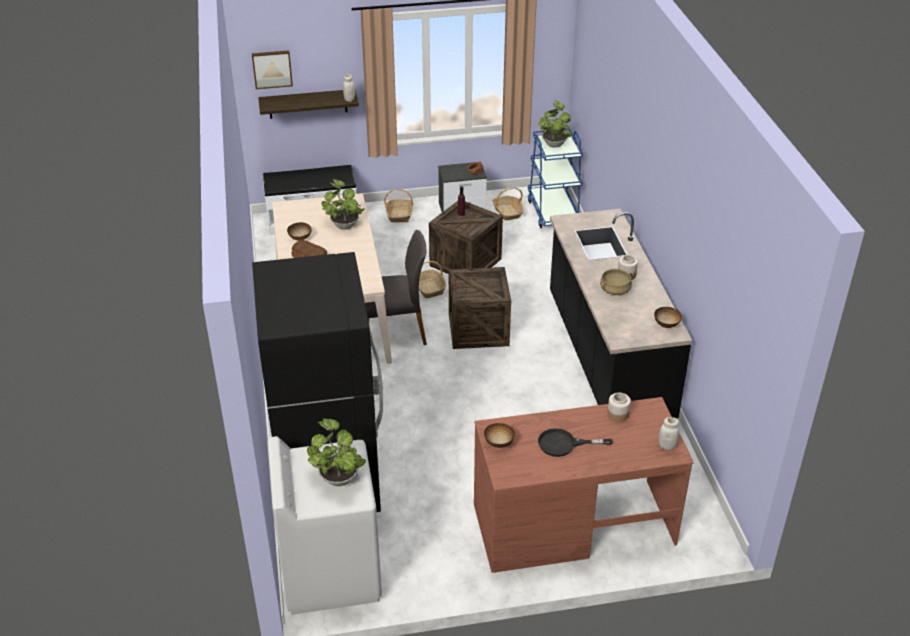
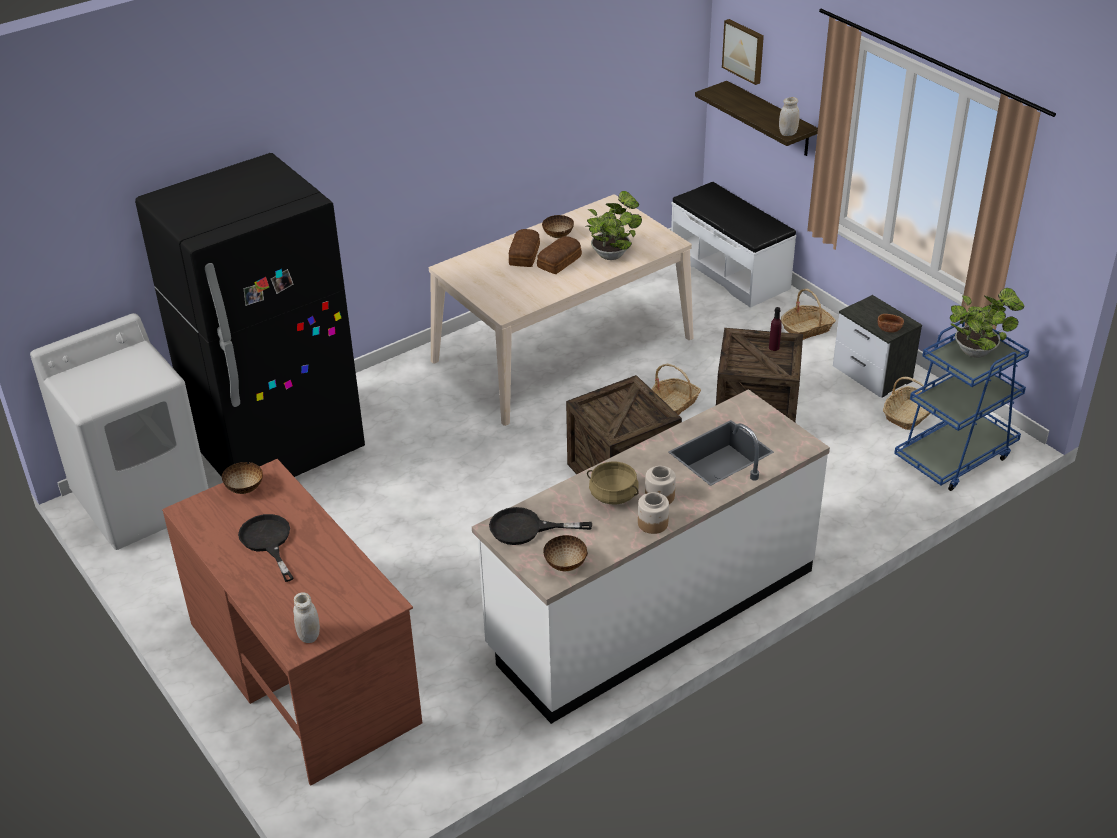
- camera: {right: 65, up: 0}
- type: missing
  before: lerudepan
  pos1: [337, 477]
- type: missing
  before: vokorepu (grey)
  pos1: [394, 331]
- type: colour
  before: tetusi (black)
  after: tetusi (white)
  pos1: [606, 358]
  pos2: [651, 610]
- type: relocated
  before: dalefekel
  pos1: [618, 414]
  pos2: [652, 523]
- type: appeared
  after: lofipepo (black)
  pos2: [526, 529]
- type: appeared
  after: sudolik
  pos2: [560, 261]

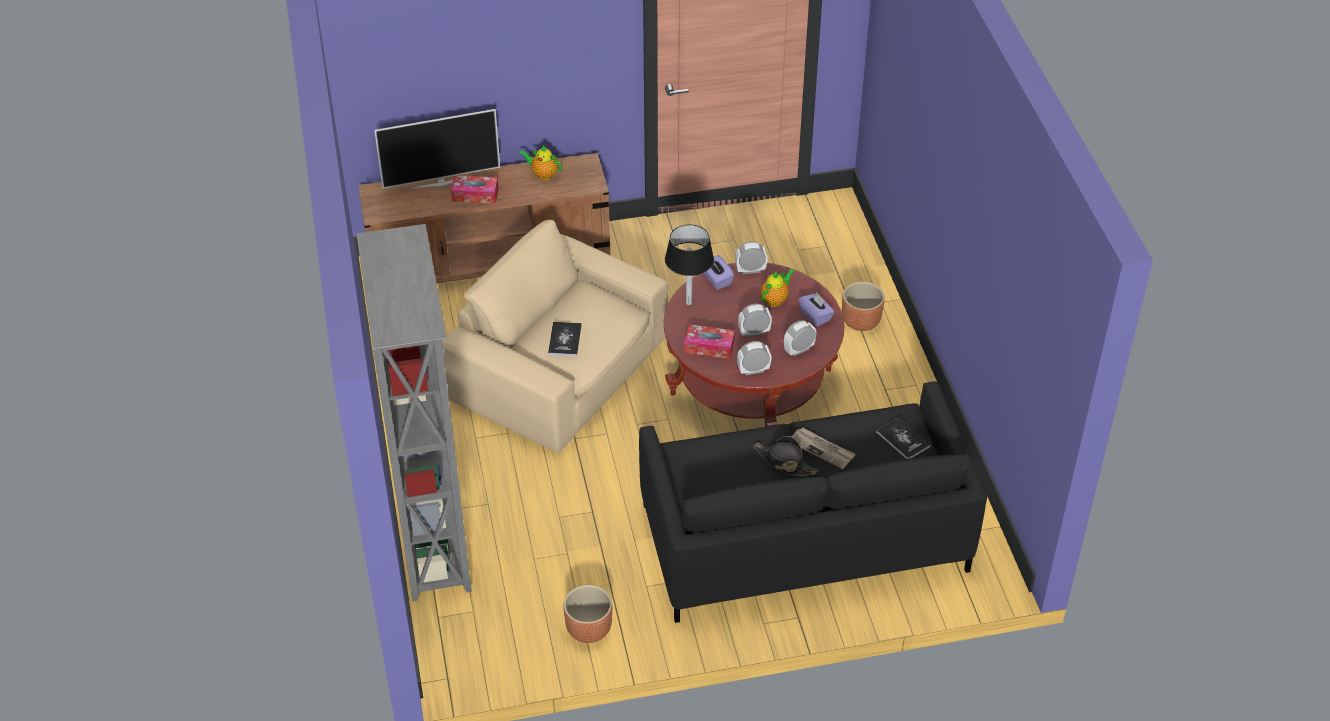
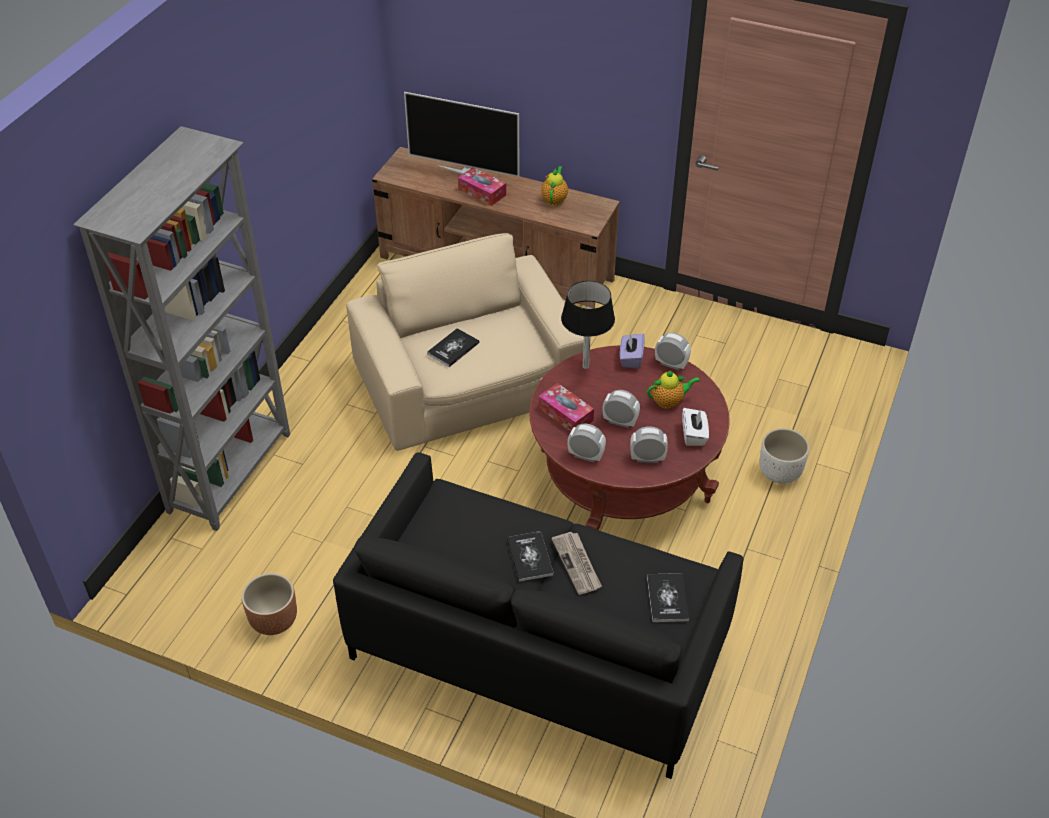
- camera: {right: 35, up: 0}
- type: spun
  before: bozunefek
  pos1: [543, 174]
  pos2: [555, 199]
  turn: 45
- type: exchanged
  before: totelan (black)
  after: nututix
  pos1: [784, 462]
  pos2: [529, 557]
- type: colour
  before: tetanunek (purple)
  after: tetanunek (white)
  pos1: [816, 316]
  pos2: [694, 435]
- type: colour
  before: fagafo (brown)
  after: fagafo (white)
  pos1: [860, 321]
  pos2: [780, 472]

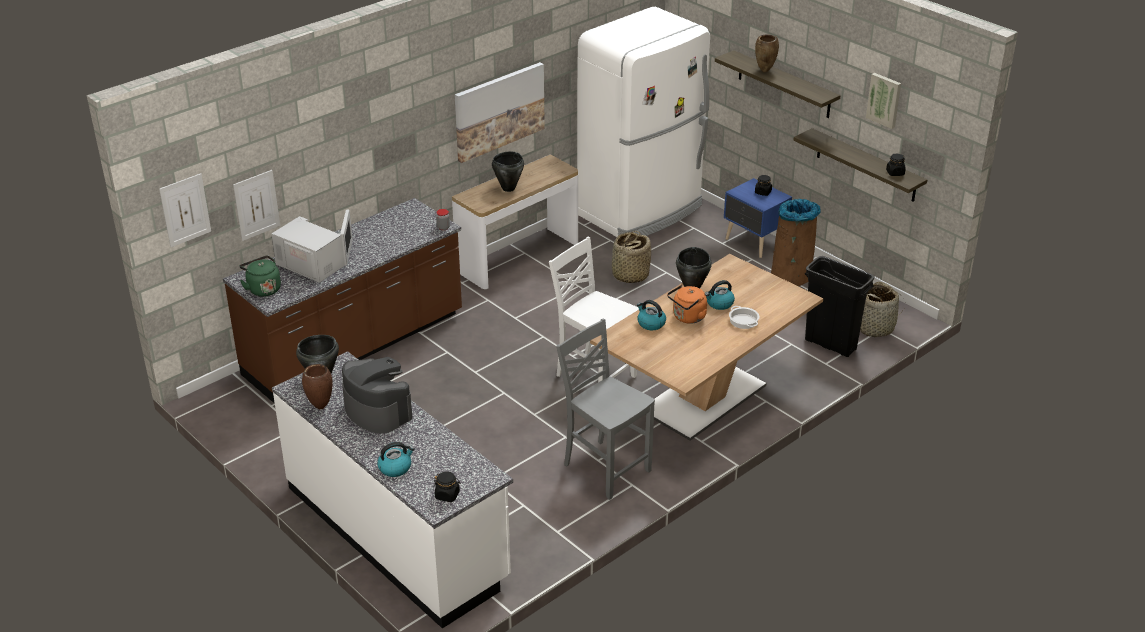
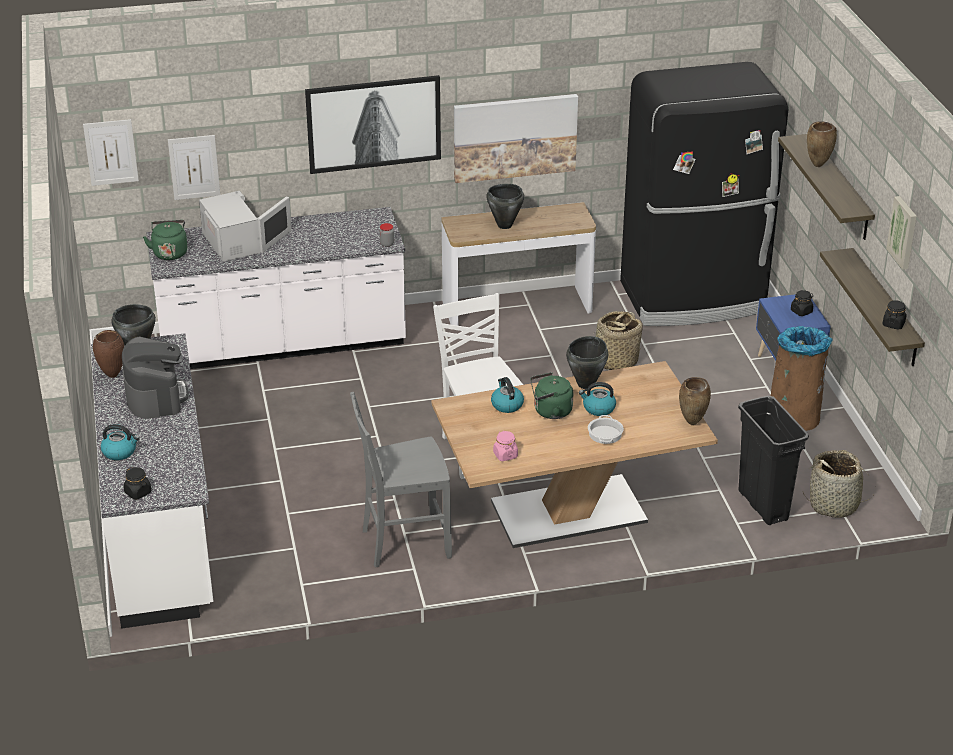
- camera: {right: 30, up: 0}
- type: colour
  before: tetusi (brown)
  after: tetusi (white)
  pos1: [355, 346]
  pos2: [282, 344]
- type: spun
  before: vokorepu (grey)
  pos1: [605, 467]
  pos2: [404, 542]
  turn: -90
- type: colour
  before: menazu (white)
  after: menazu (black)
  pos1: [642, 211]
  pos2: [694, 298]
- type: colour
  before: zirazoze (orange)
  after: zirazoze (green)
  pos1: [687, 318]
  pos2: [550, 411]
- type: appeared
  after: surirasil
  pos2: [373, 123]
- type: appeared
  after: dalefekel (pink)
  pos2: [505, 455]
- type: appeared
  after: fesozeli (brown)
  pos2: [692, 423]

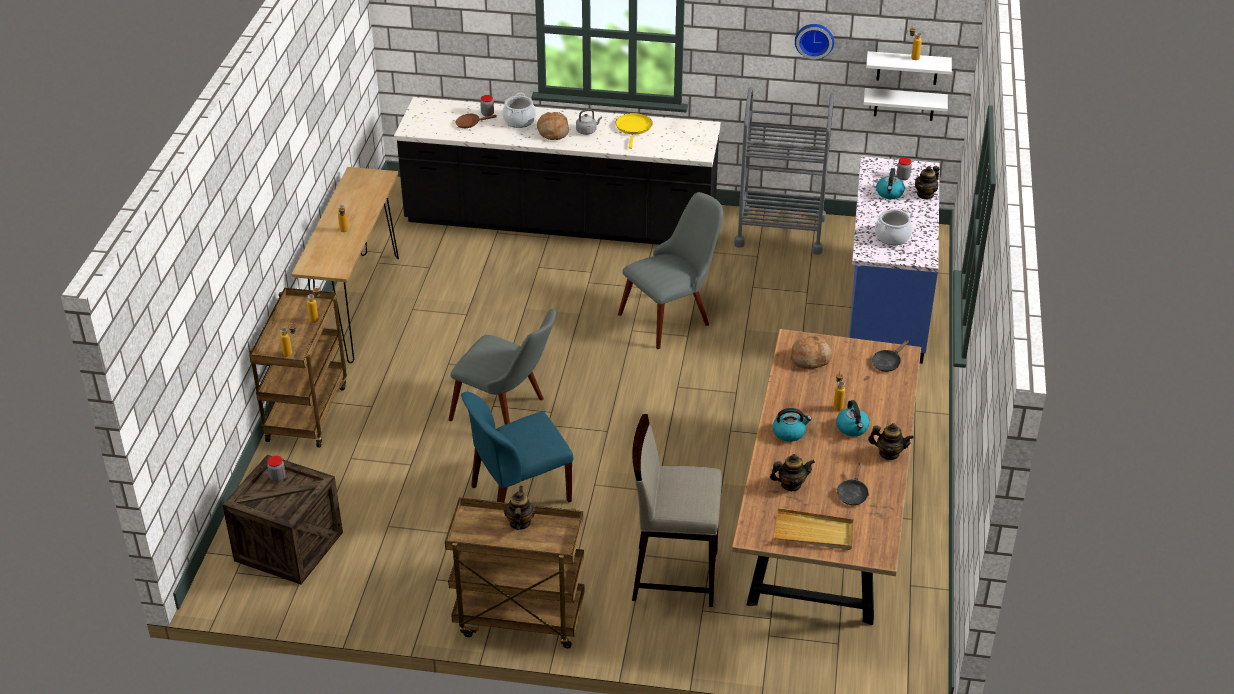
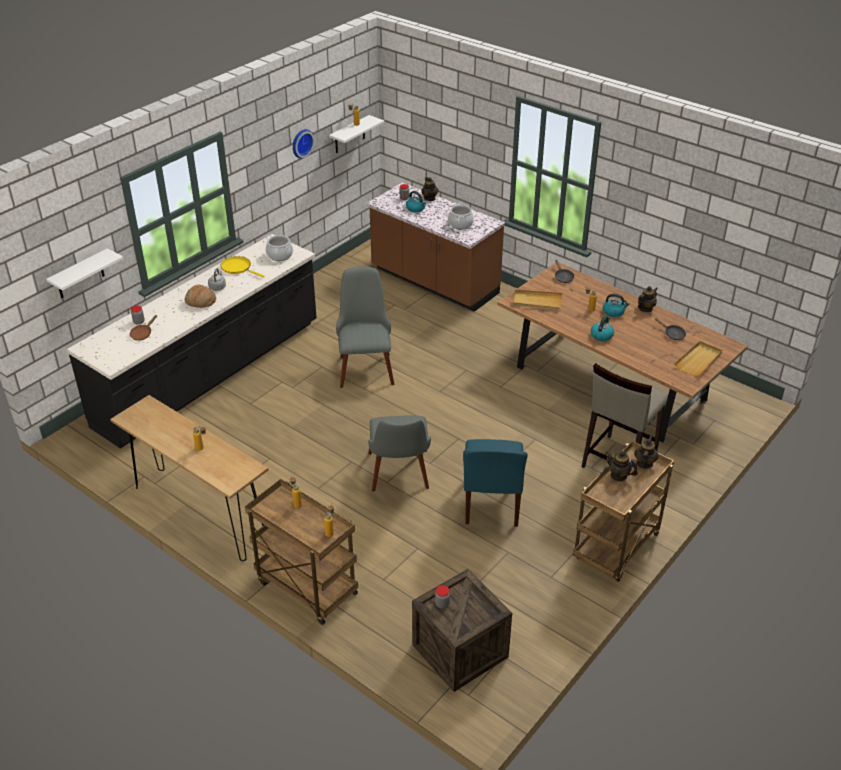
- camera: {right: -60, up: 0}
- type: spun
  before: vokorepu (grey)
  pos1: [508, 412]
  pos2: [399, 477]
  turn: 120
- type: relocated
  before: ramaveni
  pos1: [519, 121]
  pos2: [280, 255]
- type: missing
  before: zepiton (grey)
  pos1: [780, 232]
- type: relocated
  before: bozunefek
  pos1: [791, 484]
  pos2: [644, 463]
- type: exchanged
  before: sudolik
  after: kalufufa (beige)
  pos1: [810, 358]
  pos2: [537, 301]
- type: colour
  before: tetusi (blue)
  after: tetusi (brown)
  pos1: [885, 304]
  pos2: [433, 282]
- type: relocated
  before: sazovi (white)
  pos1: [904, 104]
  pos2: [80, 275]

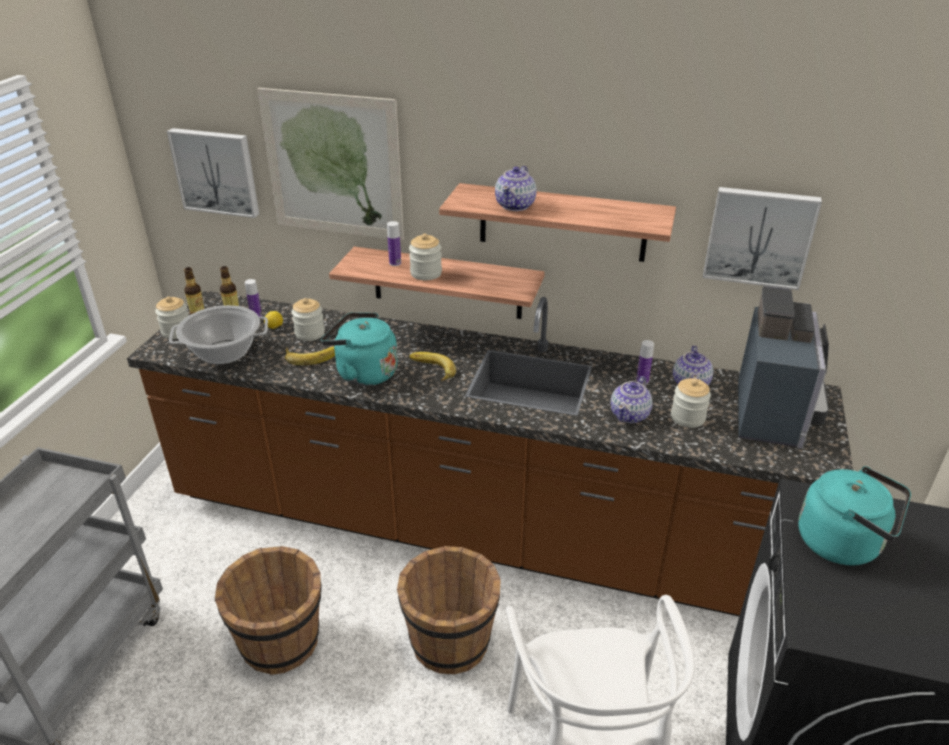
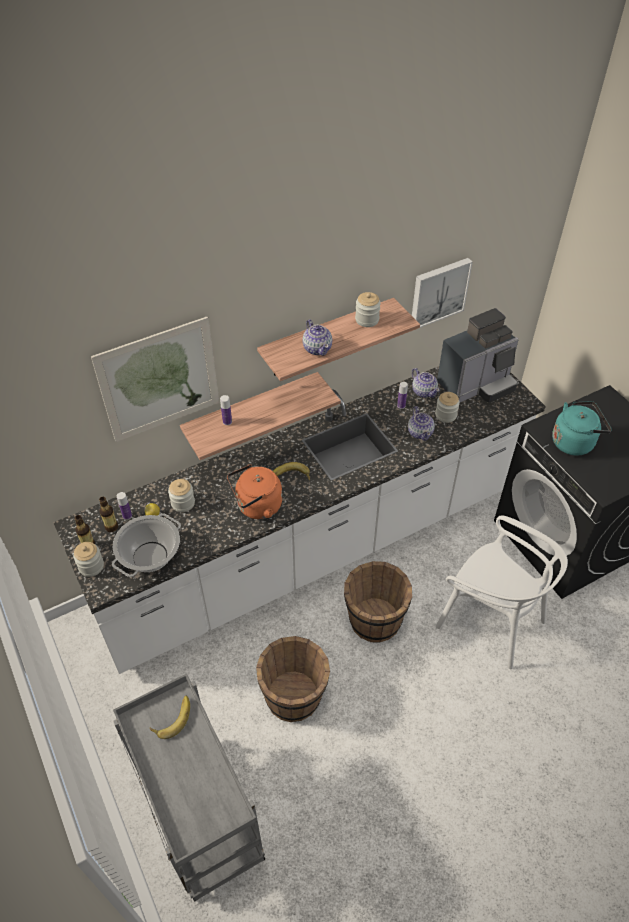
- camera: {right: -45, up: 15}
- type: colour
  before: tetusi (brown)
  after: tetusi (white)
  pos1: [474, 530]
  pos2: [314, 550]
- type: missing
  before: surirasil
  pos1: [216, 171]
- type: relocated
  before: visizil
  pos1: [311, 355]
  pos2: [172, 717]
- type: colour
  before: zirazoze (turquoise)
  after: zirazoze (orange)
  pos1: [363, 373]
  pos2: [256, 506]
- type: relocated
  before: dalefekel
  pos1: [426, 273]
  pos2: [367, 320]
- type: spun
  before: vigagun
  pos1: [775, 413]
  pos2: [476, 384]
  turn: 90

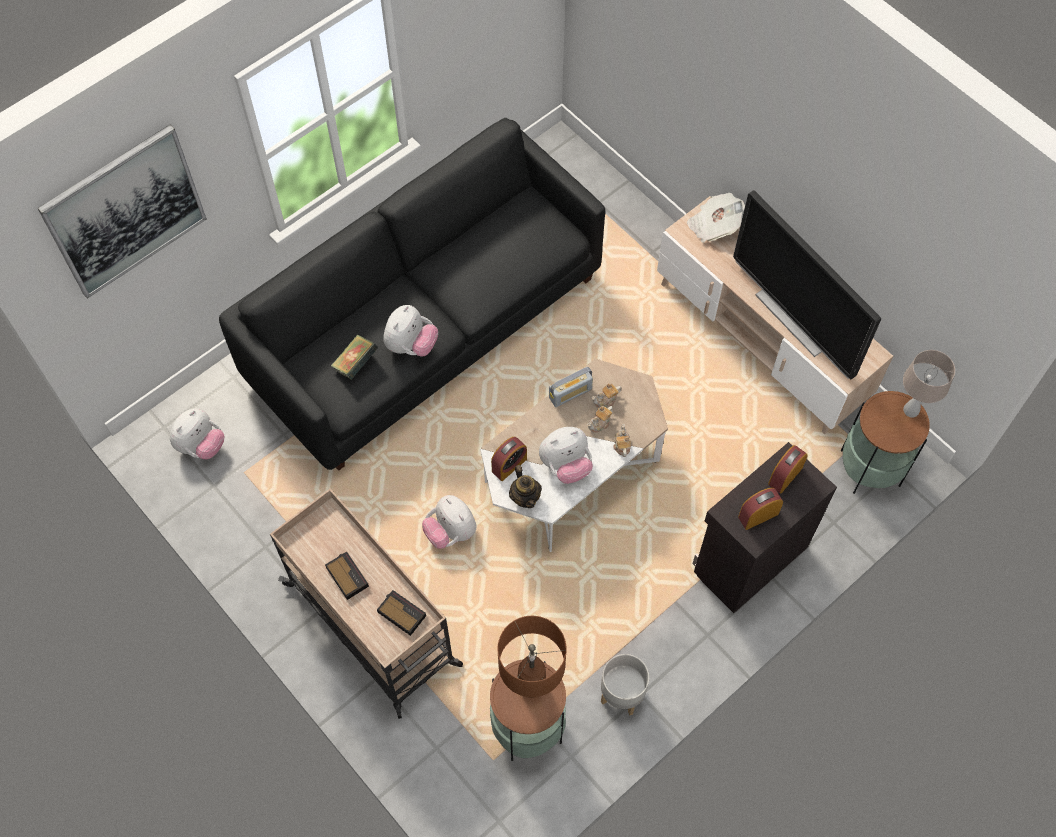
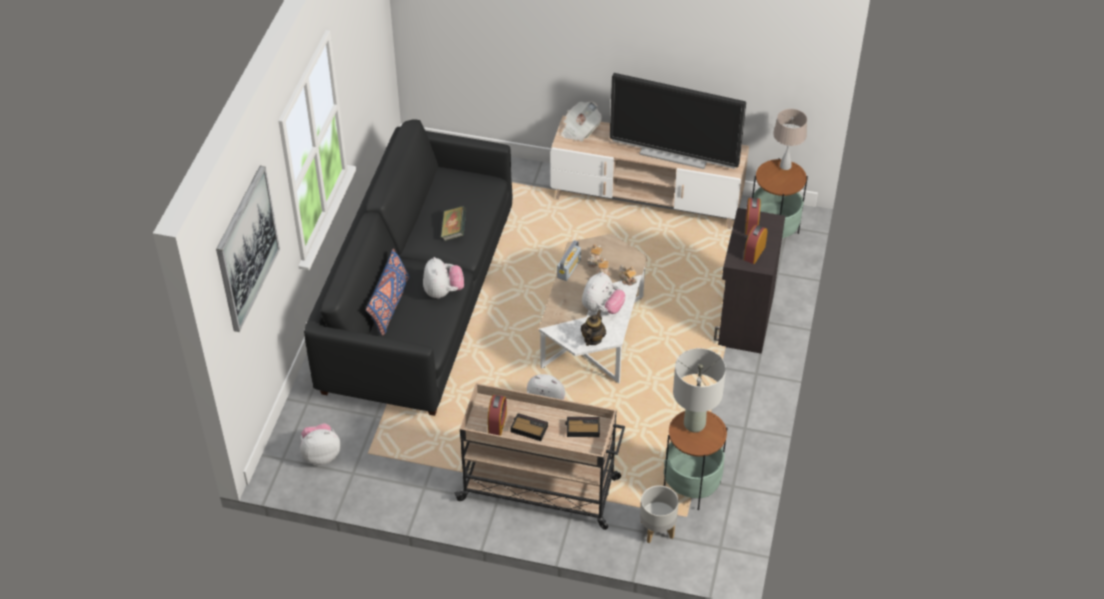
- camera: {right: -35, up: -15}
- type: spun
  before: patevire
  pos1: [201, 445]
  pos2: [321, 454]
  turn: -105
- type: relocated
  before: nututix
  pos1: [356, 364]
  pos2: [454, 231]
- type: relocated
  before: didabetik
  pos1: [509, 465]
  pos2: [497, 423]
- type: colour
  before: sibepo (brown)
  after: sibepo (grey)
  pos1: [531, 683]
  pos2: [694, 424]
- type: spun
  before: bozunefek
  pos1: [525, 497]
  pos2: [592, 339]
  turn: -105
- type: relocated
  before: fagafo (grey)
  pos1: [622, 694]
  pos2: [657, 529]
- type: appeared
  after: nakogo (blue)
  pos2: [389, 305]

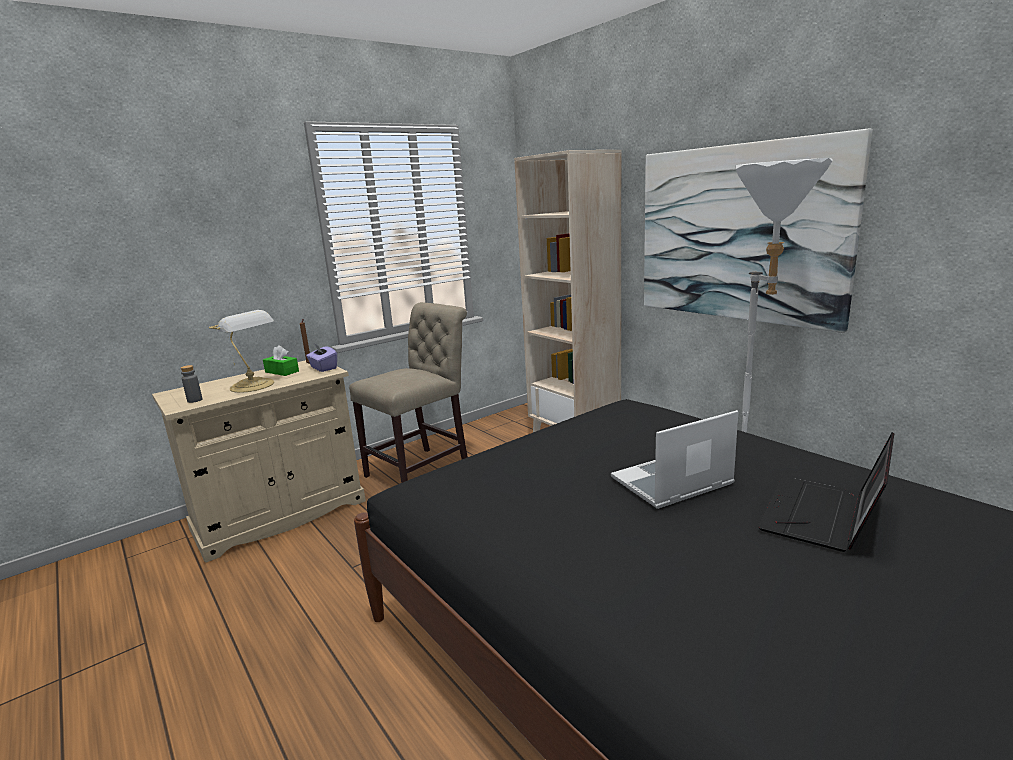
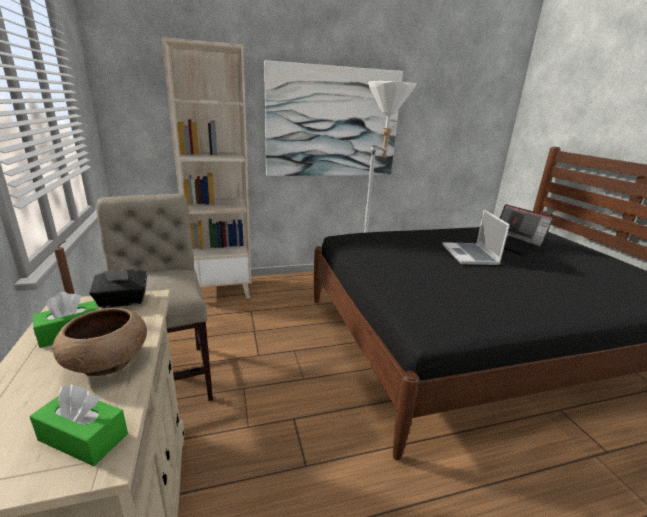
- camera: {right: -70, up: 5}
- type: exchanged
  before: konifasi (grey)
  after: tetanunek (green)
  pos1: [195, 400]
  pos2: [83, 437]
- type: exchanged
  before: sibepo
  after: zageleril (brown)
  pos1: [254, 385]
  pos2: [106, 362]
- type: colour
  before: tetanunek (purple)
  after: tetanunek (black)
  pos1: [323, 368]
  pos2: [122, 301]

